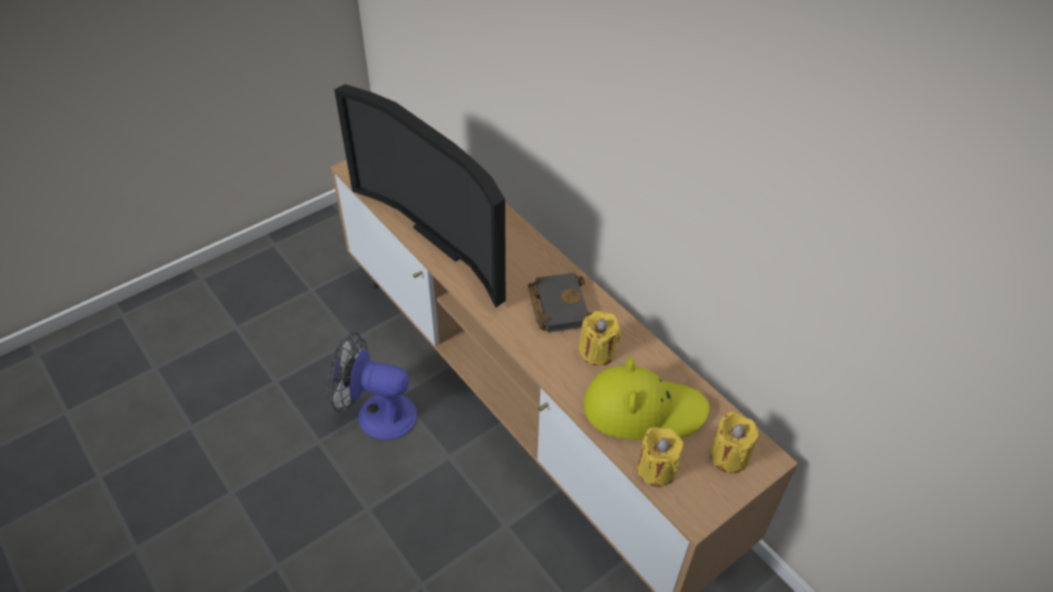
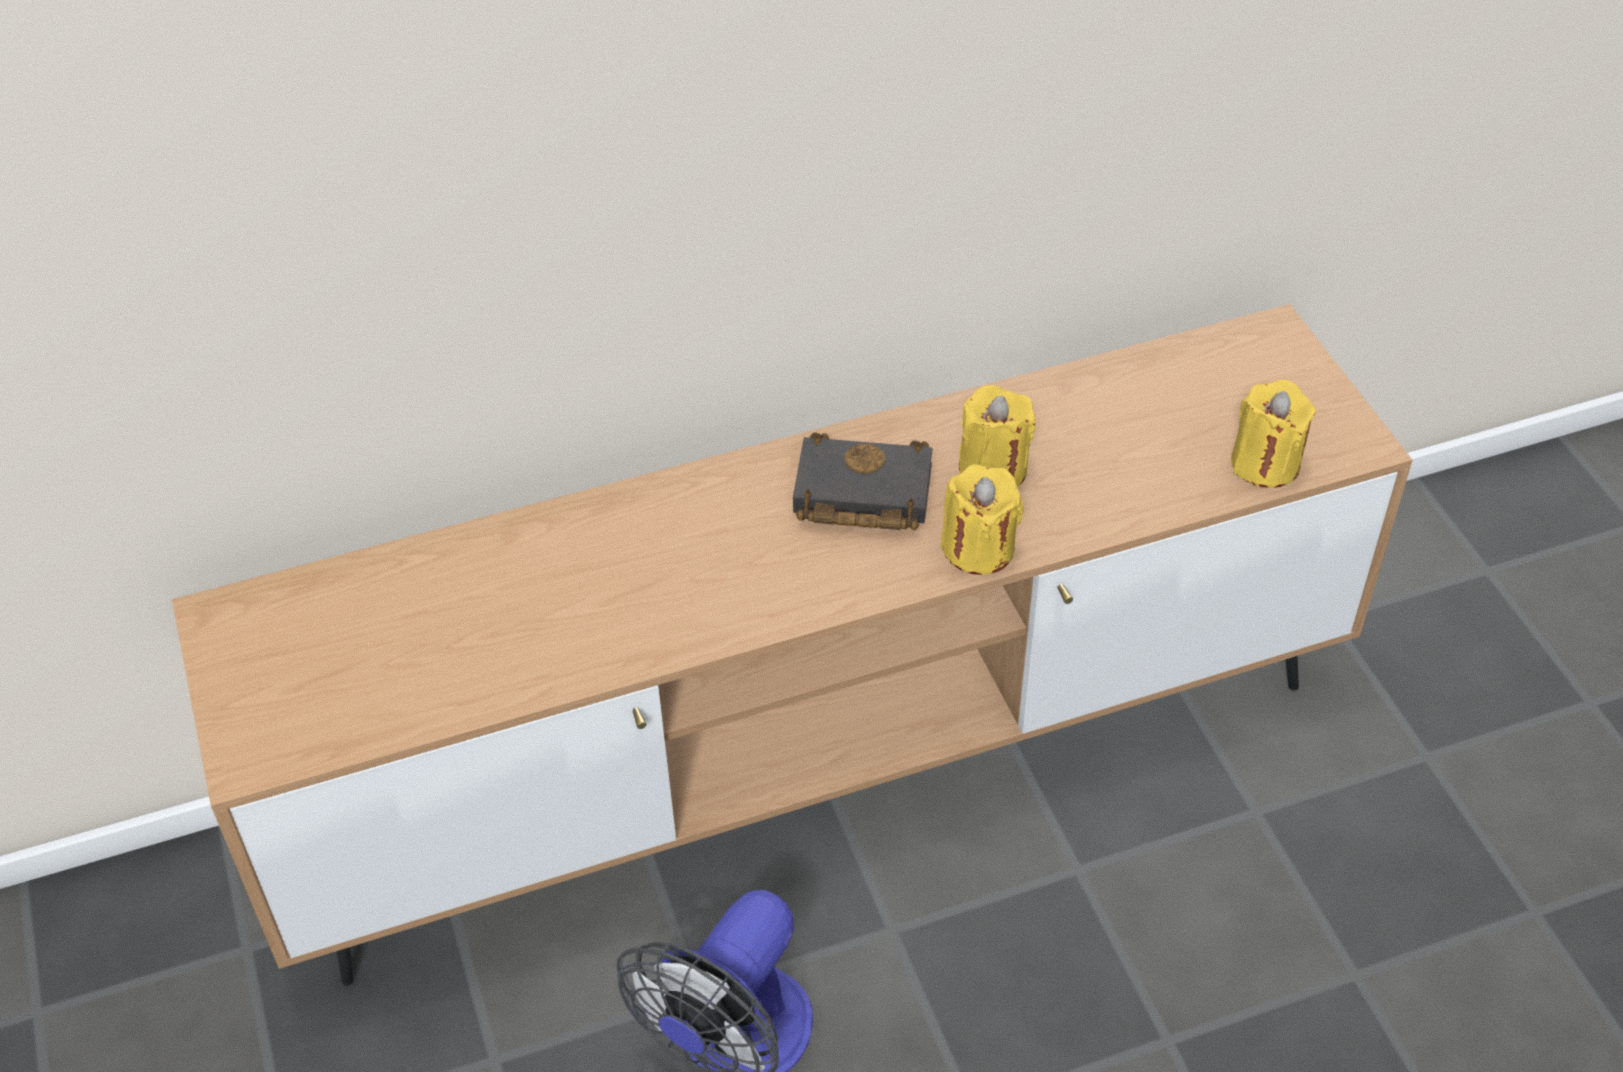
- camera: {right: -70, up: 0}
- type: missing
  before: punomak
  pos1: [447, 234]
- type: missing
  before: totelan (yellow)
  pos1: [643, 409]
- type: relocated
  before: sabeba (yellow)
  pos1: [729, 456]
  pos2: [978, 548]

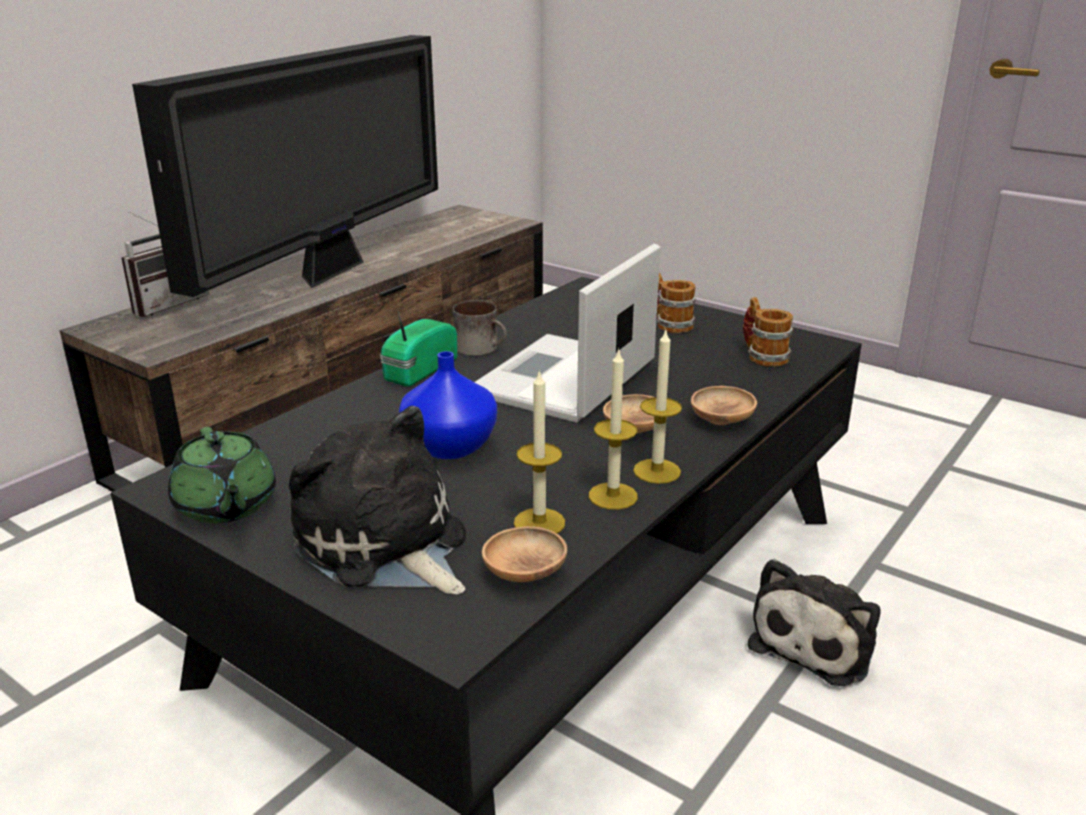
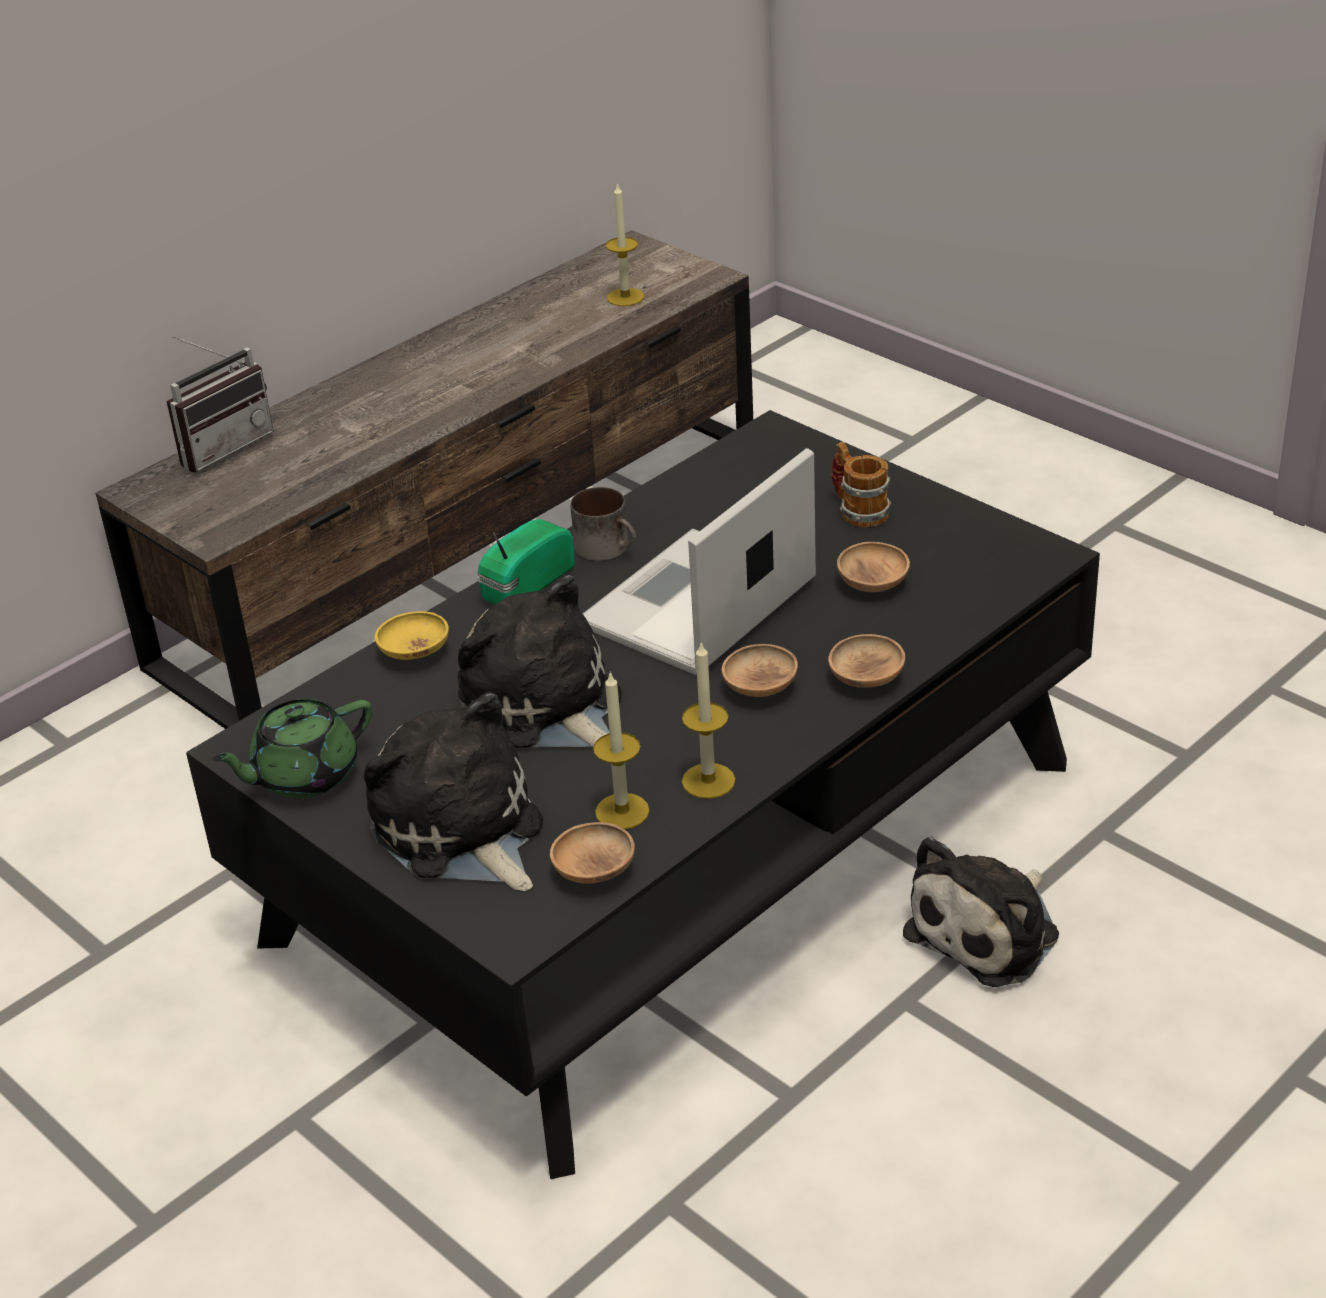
- camera: {right: 10, up: 10}
- type: missing
  before: punomak
  pos1: [332, 271]
- type: spun
  before: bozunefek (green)
  pos1: [226, 506]
  pos2: [304, 775]
  turn: 75
- type: exchanged
  before: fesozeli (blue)
  after: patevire
  pos1: [450, 447]
  pos2: [545, 706]
- type: relocated
  before: sabeba
  pos1: [657, 471]
  pos2: [625, 297]
- type: missing
  before: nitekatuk
  pos1: [762, 356]
- type: appeared
  after: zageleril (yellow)
  pos2: [414, 652]
- type: appeared
  after: zageleril (brown)
  pos2: [873, 583]

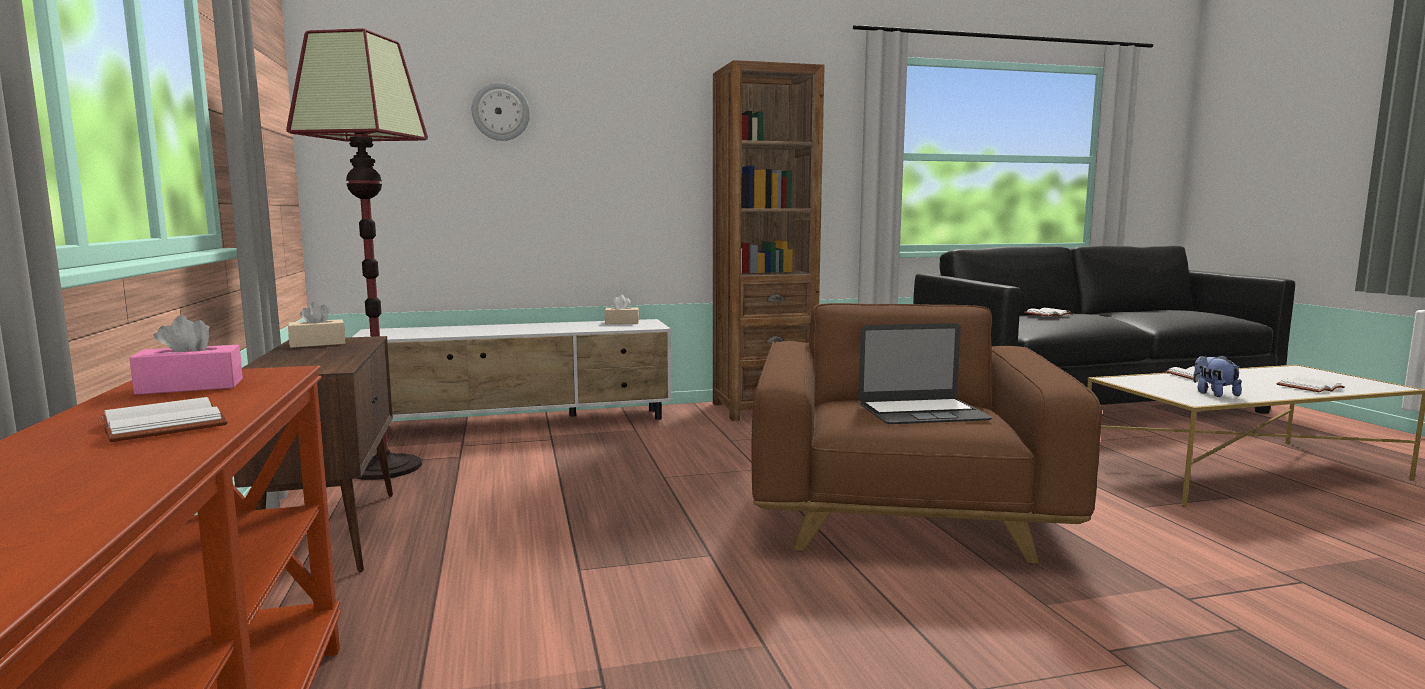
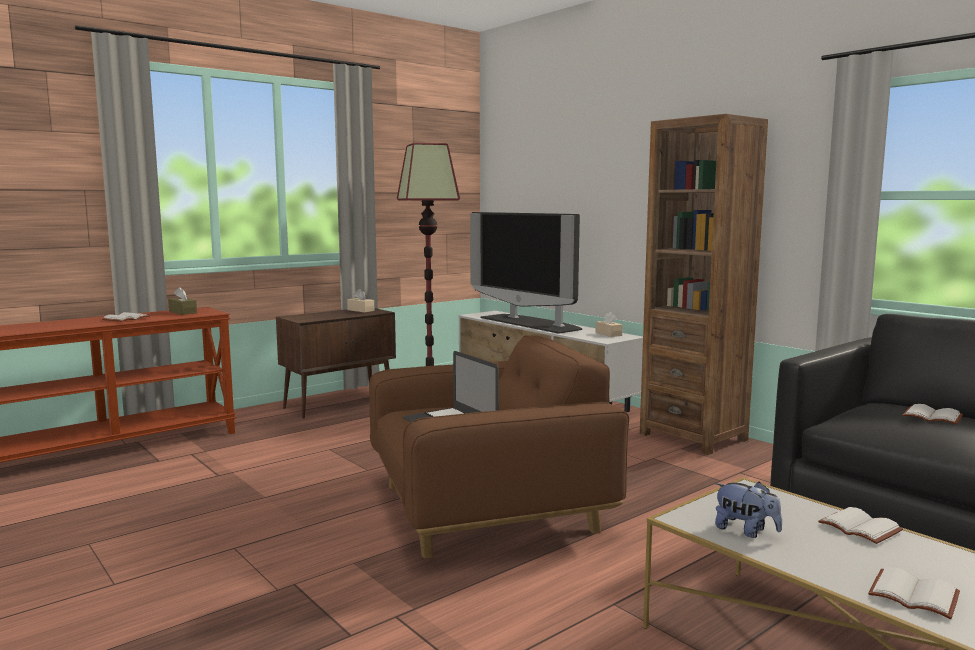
- camera: {right: 65, up: 0}
- type: colour
  before: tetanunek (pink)
  after: tetanunek (brown)
  pos1: [190, 386]
  pos2: [183, 312]
- type: missing
  before: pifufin
  pos1: [500, 112]
- type: spun
  before: patevire
  pos1: [1213, 394]
  pos2: [745, 531]
  turn: 75
- type: appeared
  after: punomak
  pos2: [531, 323]

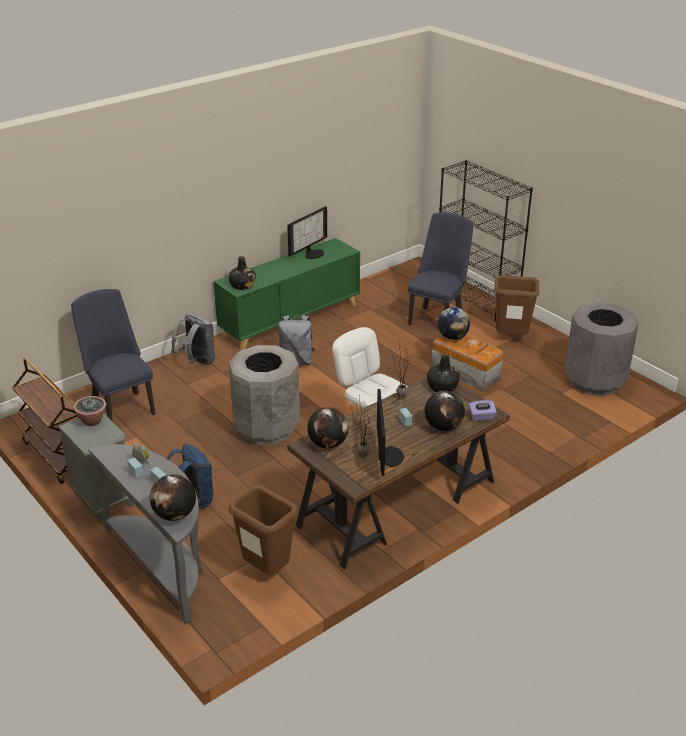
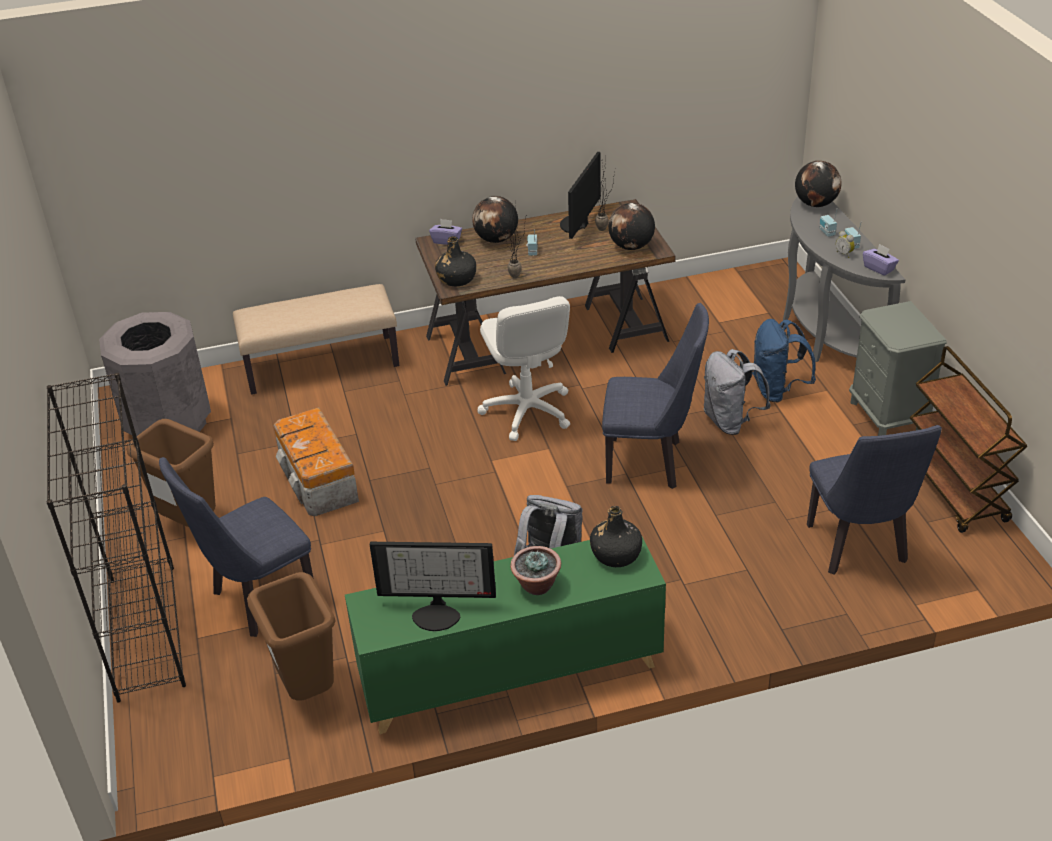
- camera: {right: -155, up: 5}
- type: relocated
  before: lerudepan
  pos1: [92, 421]
  pos2: [536, 585]
- type: relocated
  before: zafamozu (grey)
  pos1: [197, 362]
  pos2: [730, 422]
- type: exchanged
  before: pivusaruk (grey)
  after: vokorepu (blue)
  pos1: [266, 428]
  pos2: [651, 462]
- type: relocated
  before: pivusaruk (brown)
  pos1: [266, 570]
  pos2: [308, 691]
- type: spun
  before: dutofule
  pos1: [313, 253]
  pos2: [437, 613]
  turn: -150
- type: missing
  before: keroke
  pos1: [452, 337]
- type: appeared
  after: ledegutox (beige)
  pos2: [322, 364]
- type: appeared
  after: tetanunek (purple)
  pos2: [879, 268]

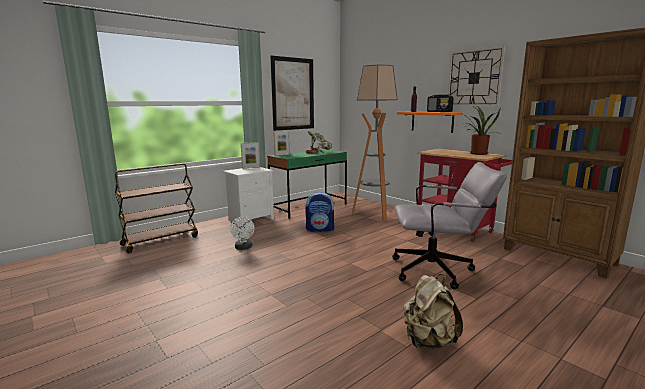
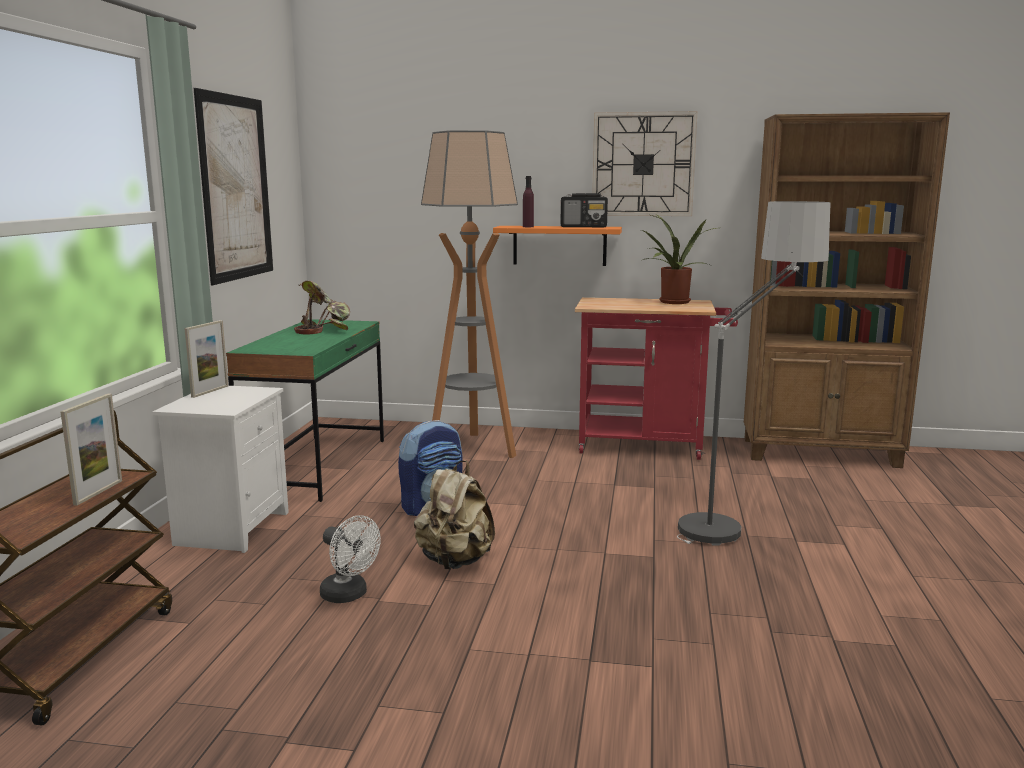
- camera: {right: -40, up: 0}
- type: relocated
  before: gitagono
  pos1: [282, 155]
  pos2: [98, 492]
- type: exchanged
  before: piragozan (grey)
  after: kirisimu
  pos1: [439, 270]
  pos2: [739, 520]
- type: relocated
  before: zafamozu (beige)
  pos1: [428, 341]
  pos2: [455, 561]

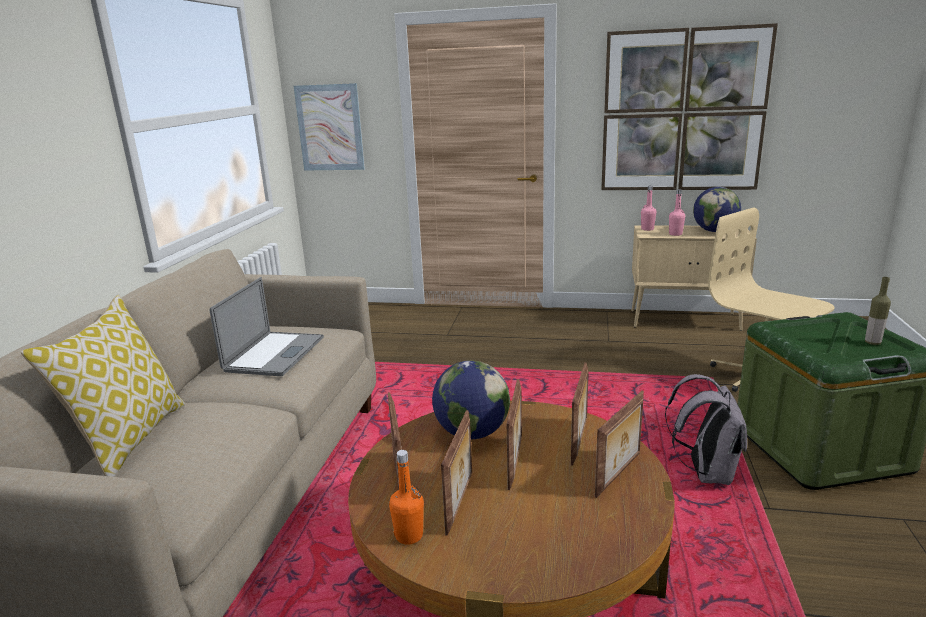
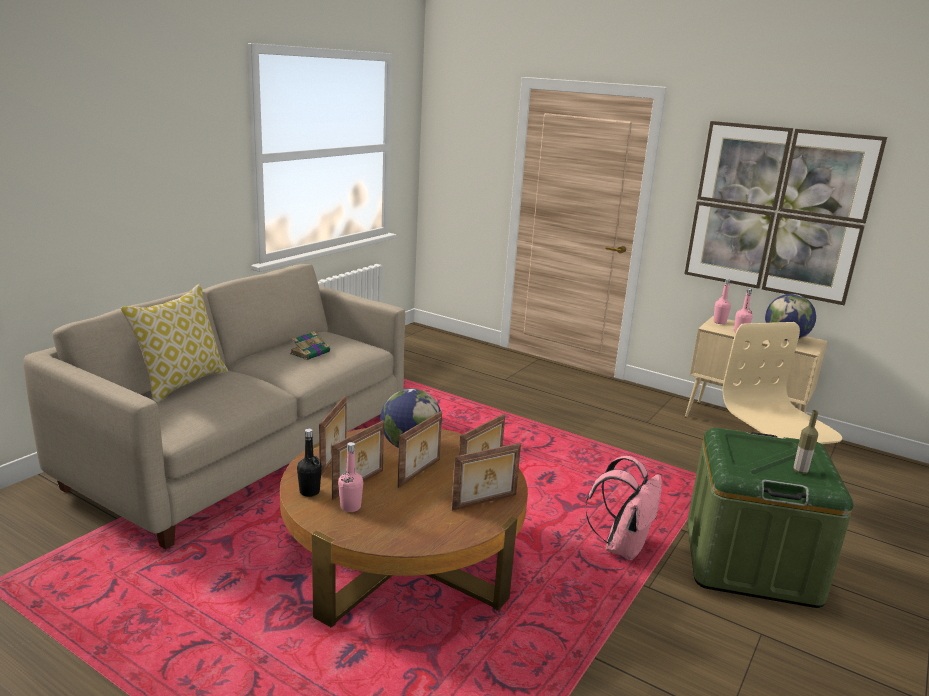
- camera: {right: 20, up: 0}
- type: exchanged
  before: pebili
  after: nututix
  pos1: [275, 354]
  pos2: [310, 353]
- type: missing
  before: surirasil
  pos1: [330, 128]
- type: colour
  before: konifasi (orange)
  after: konifasi (black)
  pos1: [409, 535]
  pos2: [309, 492]
- type: colour
  before: zafamozu (grey)
  after: zafamozu (pink)
  pos1: [706, 473]
  pos2: [622, 547]
- type: appeared
  after: konifasi (pink)
  pos2: [350, 507]

